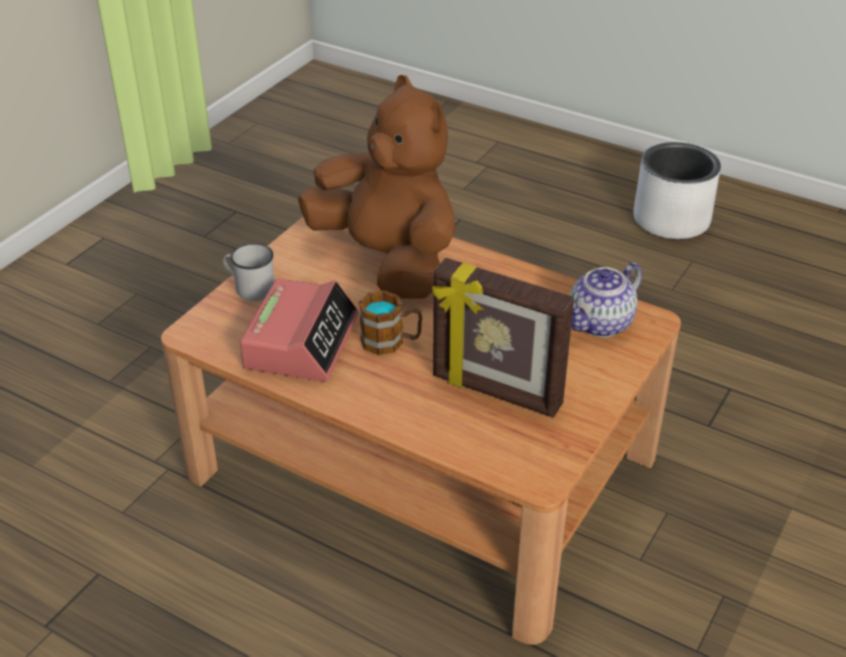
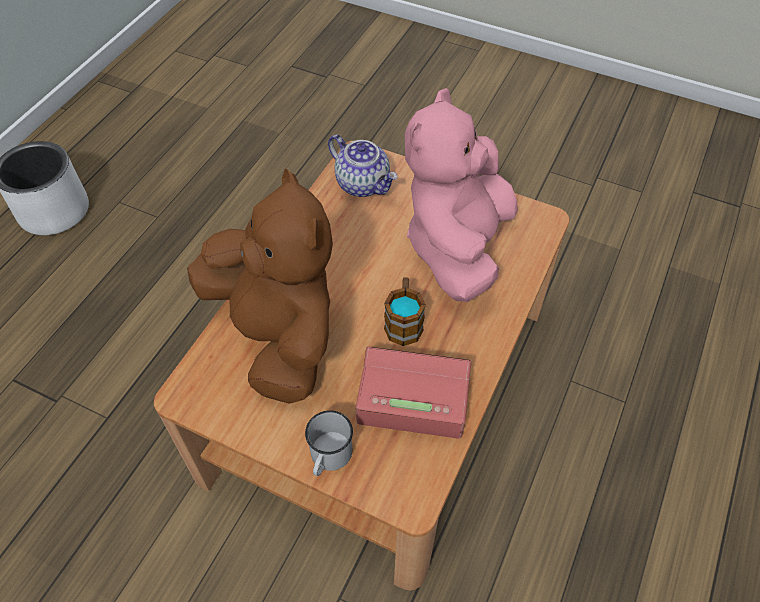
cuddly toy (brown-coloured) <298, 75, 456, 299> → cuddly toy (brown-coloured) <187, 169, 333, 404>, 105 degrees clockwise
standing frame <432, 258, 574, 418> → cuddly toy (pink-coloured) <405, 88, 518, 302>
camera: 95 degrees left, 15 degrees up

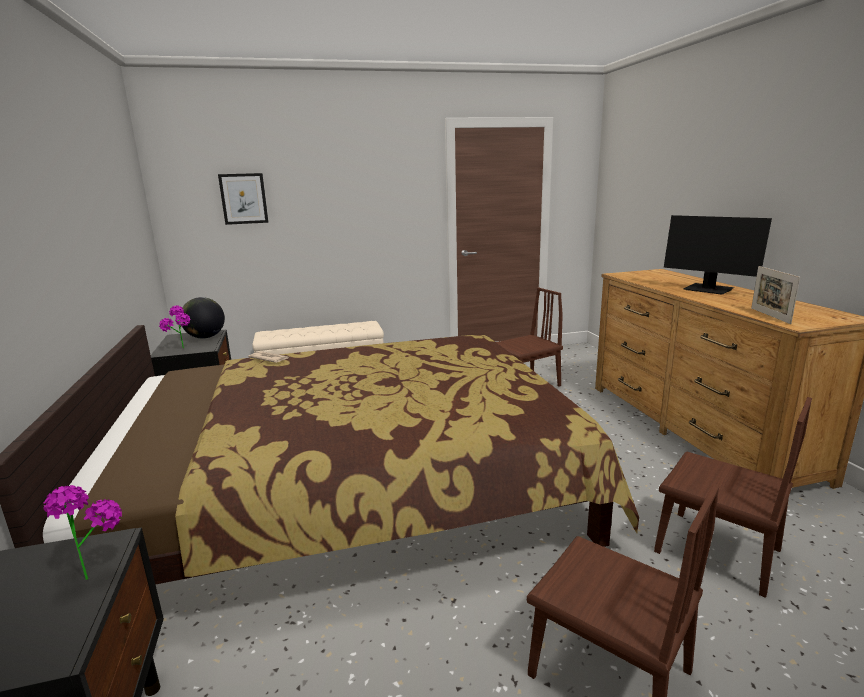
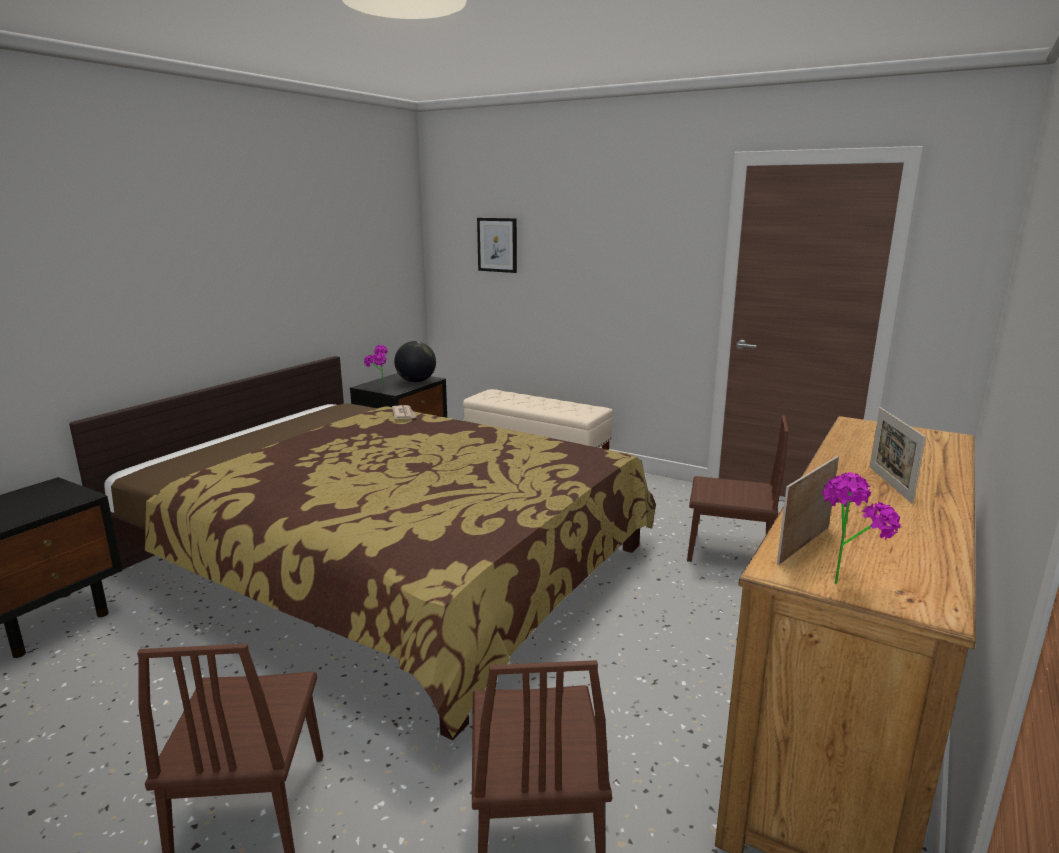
computer screen <664, 215, 772, 295> → standing frame <870, 407, 926, 504>
houseplant <43, 485, 122, 580> → houseplant <822, 472, 901, 584>, moved
camera: 45 degrees right, 0 degrees up

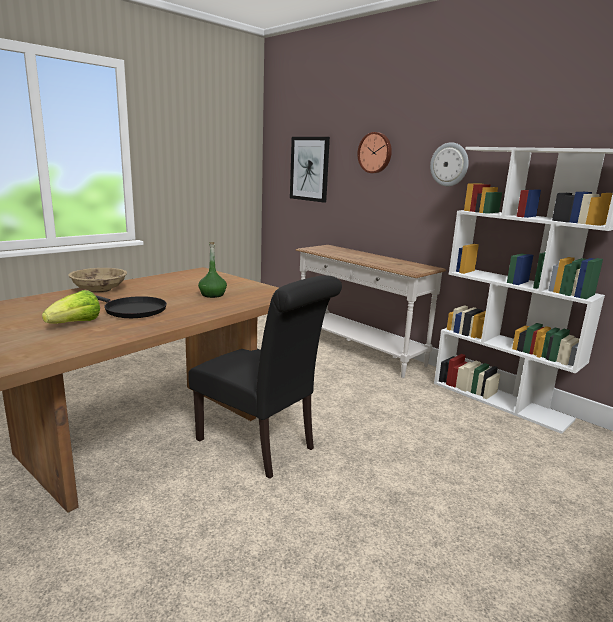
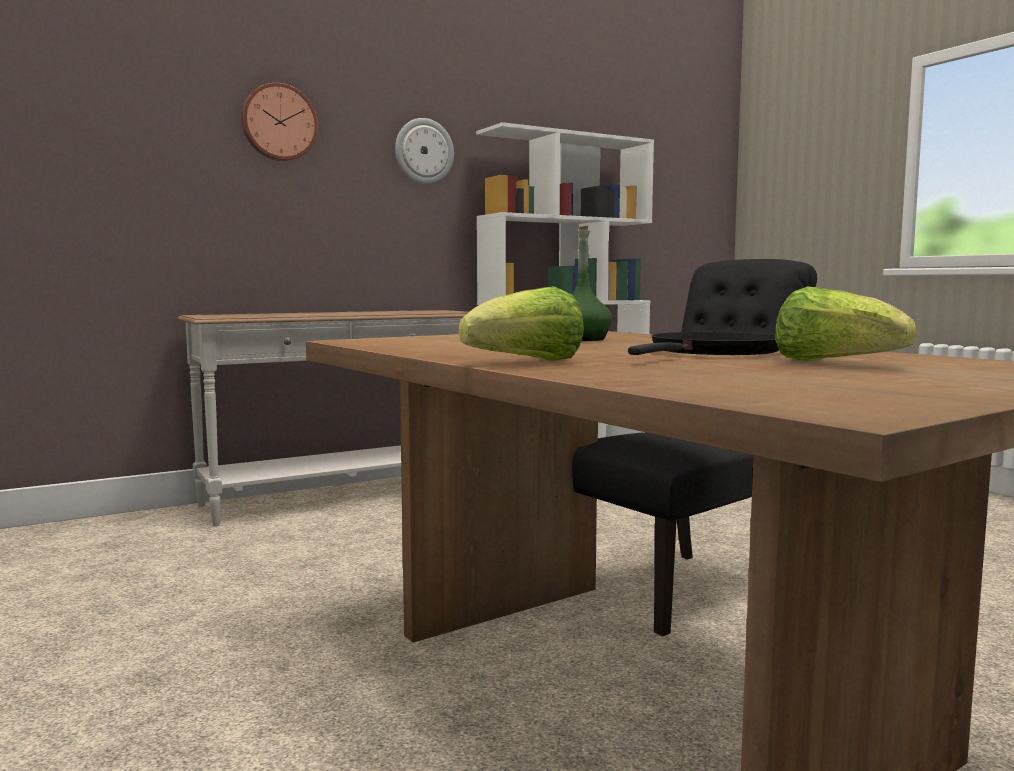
wall picture <290, 137, 330, 203> → -
serving bowl (beige) <69, 268, 127, 293> → lettuce head <459, 286, 584, 361>
camera: 75 degrees left, 10 degrees down

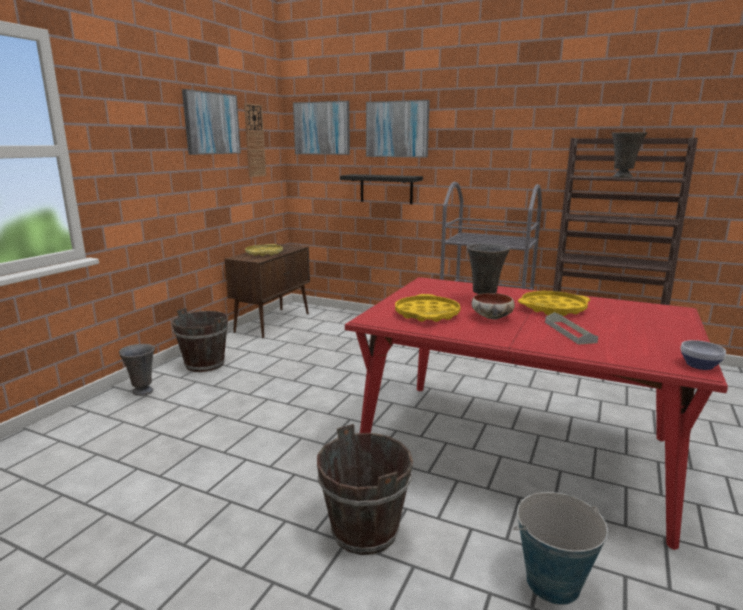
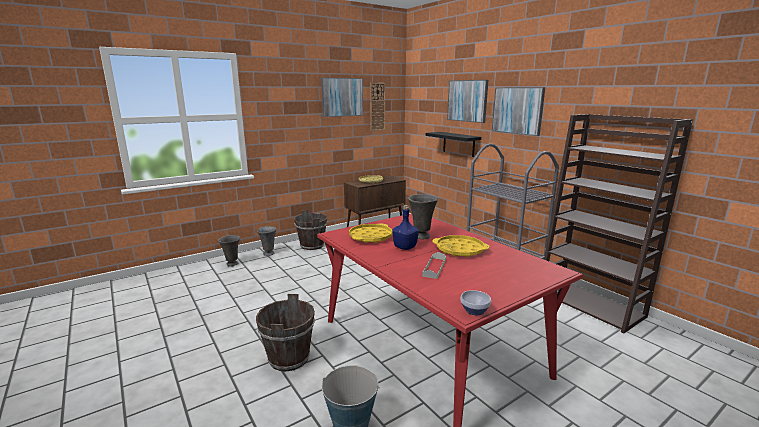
wall picture <293, 101, 350, 155> → wall picture <492, 87, 545, 136>, moved
decorative vase (greyish) <612, 132, 647, 178> → decorative vase (greyish) <218, 235, 240, 267>, moved
serving bowl <472, 293, 515, 320> → drink bottle (blue-coloured) <393, 205, 419, 250>
camera: 30 degrees right, 0 degrees up

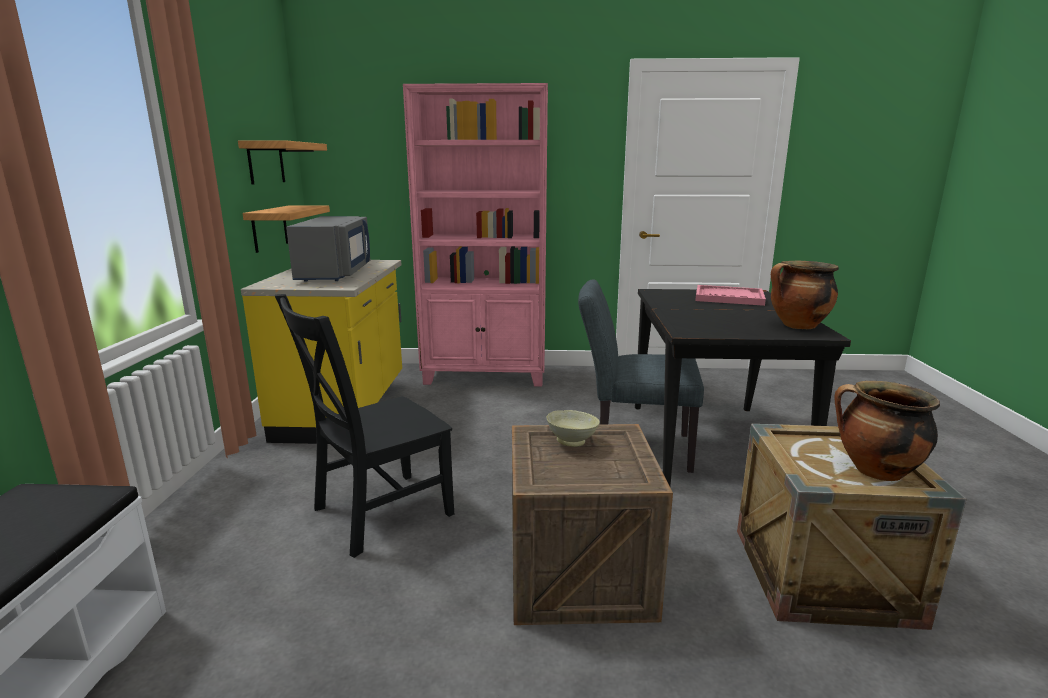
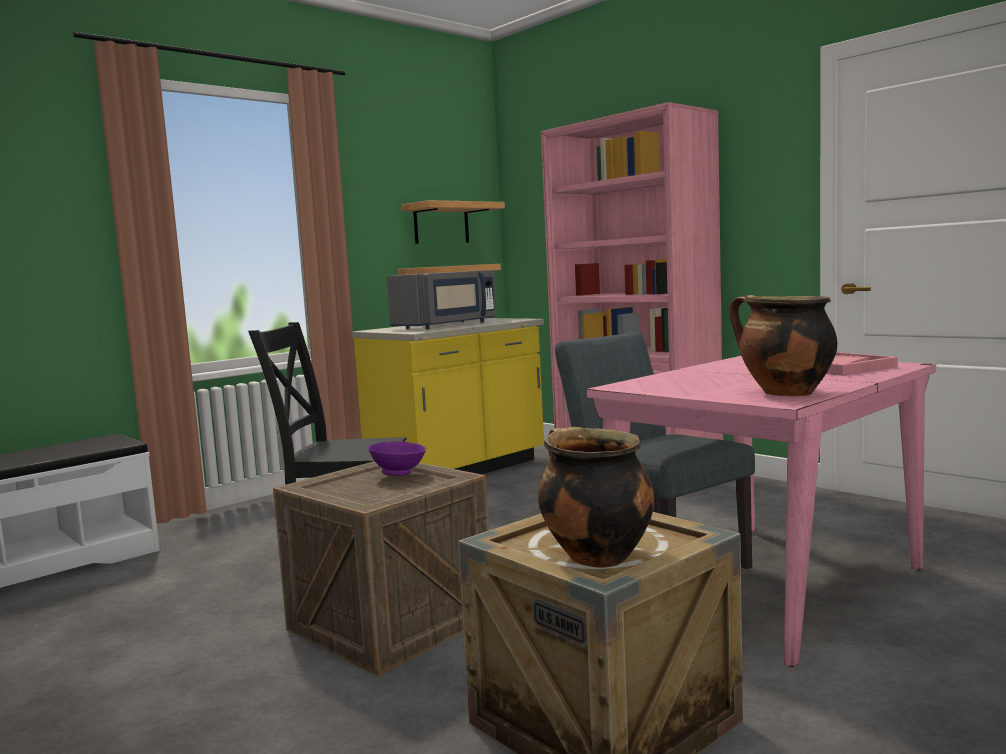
dinner table (black) <635, 289, 851, 486> → dinner table (pink-coloured) <586, 356, 936, 667>
serving bowl (beige) <546, 410, 600, 447> → serving bowl (purple) <368, 441, 426, 476>
camera: 45 degrees right, 10 degrees down

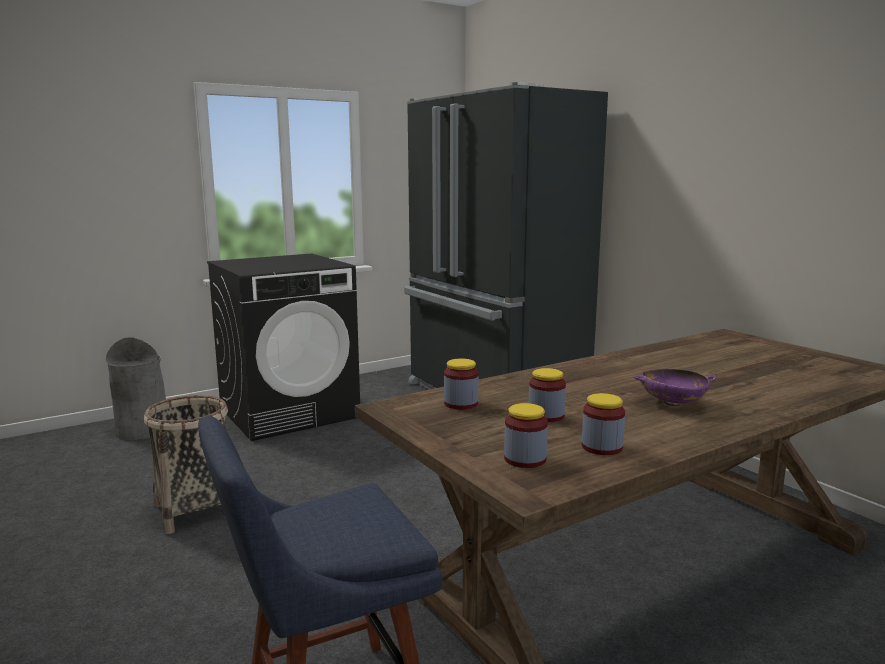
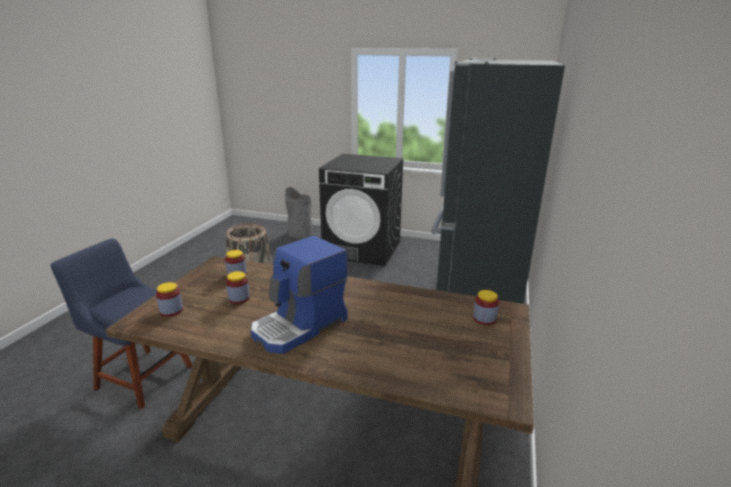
serving bowl (purple) <633, 369, 716, 406> → coffee maker <251, 235, 348, 354>
jar <582, 393, 625, 455> → jar <473, 290, 499, 325>, moved
camera: 50 degrees right, 10 degrees up

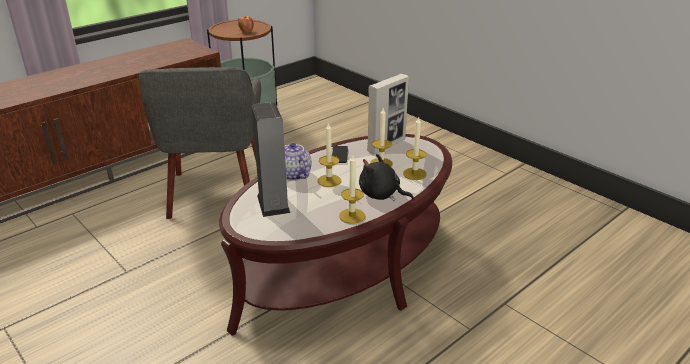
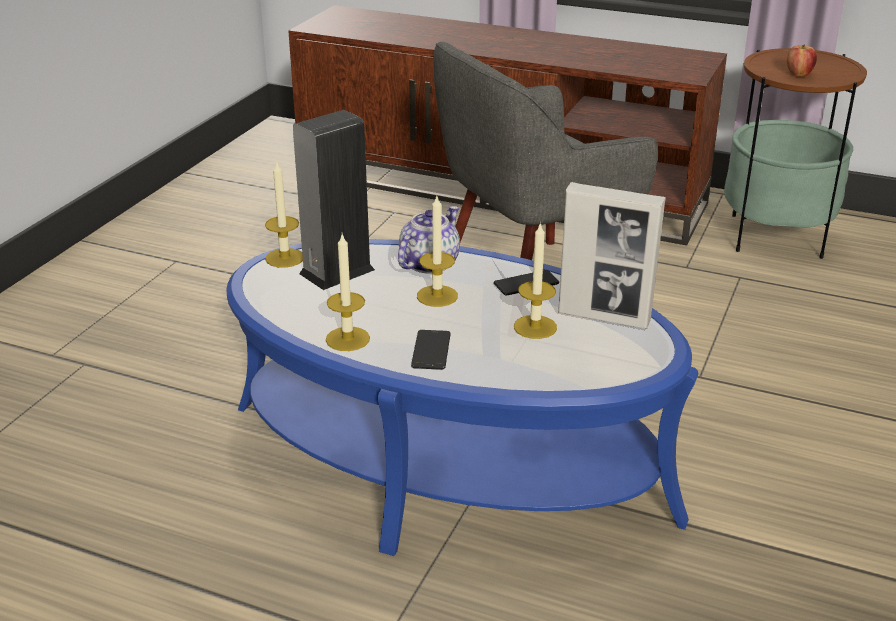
wax light <403, 117, 427, 180> → wax light <265, 160, 303, 268>, moved
lounge table (brown-coloured) <219, 134, 452, 336> → lounge table (blue-coloured) <226, 239, 698, 556>
cuddly toy (black) <359, 154, 414, 201> → telephone <411, 330, 451, 370>
camera: 65 degrees right, 0 degrees up

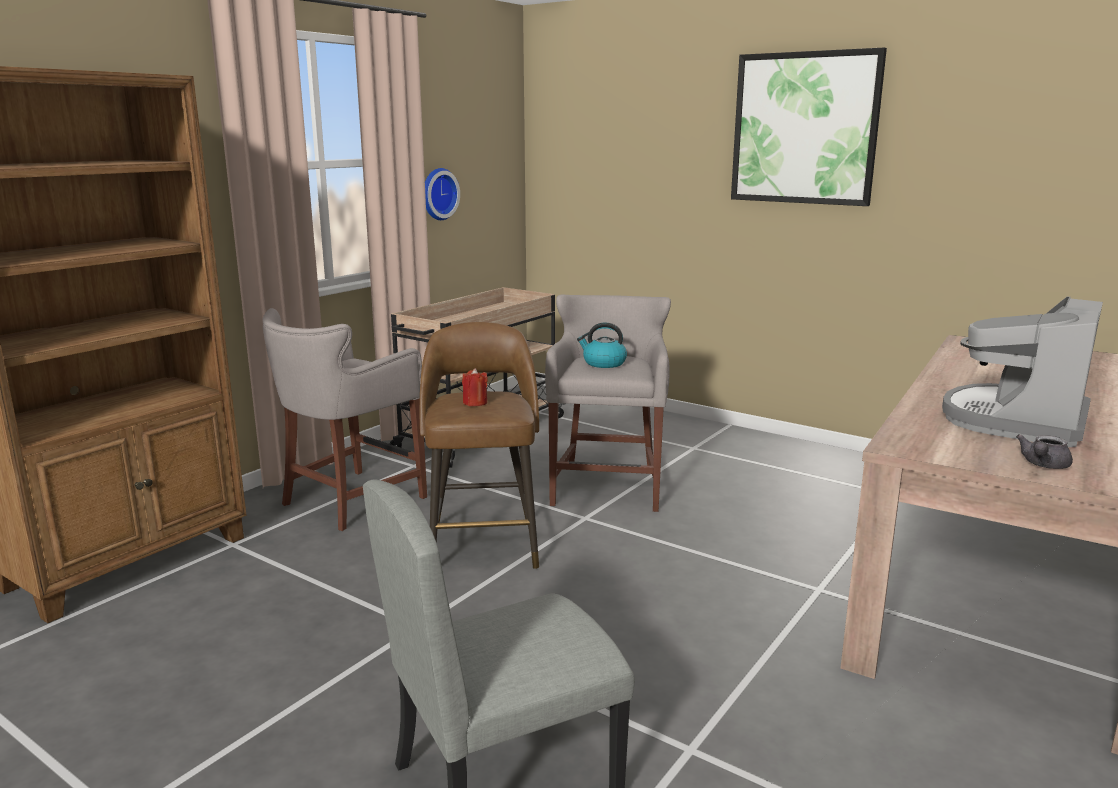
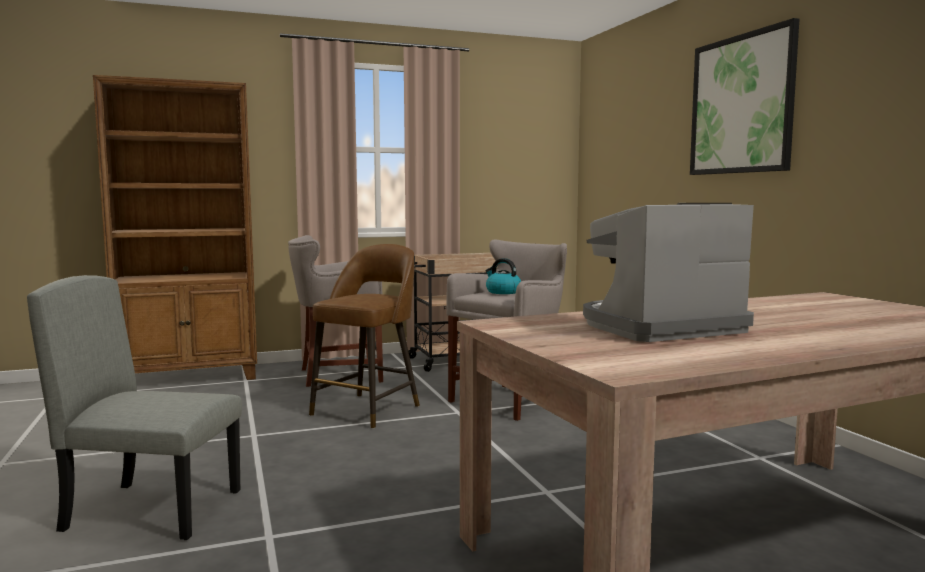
hanging clock <425, 168, 460, 220> → -
wax light (red-coloured) <462, 368, 488, 406> → -
pot for tea (greyish) <1016, 434, 1073, 469> → -
camera: 35 degrees right, 10 degrees down

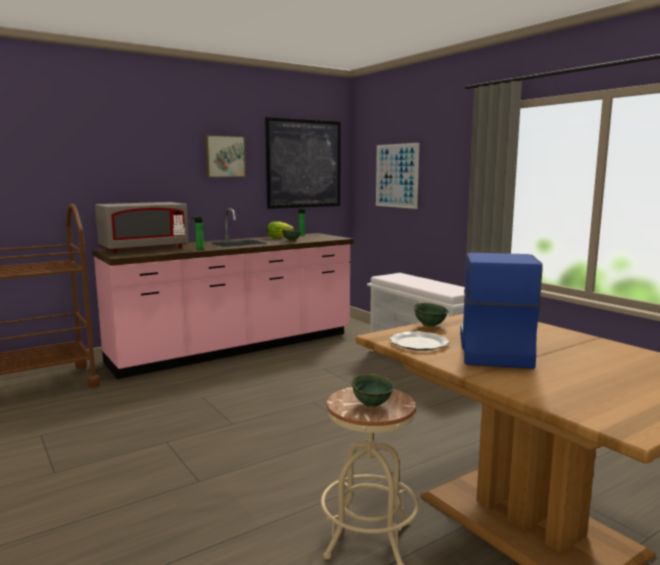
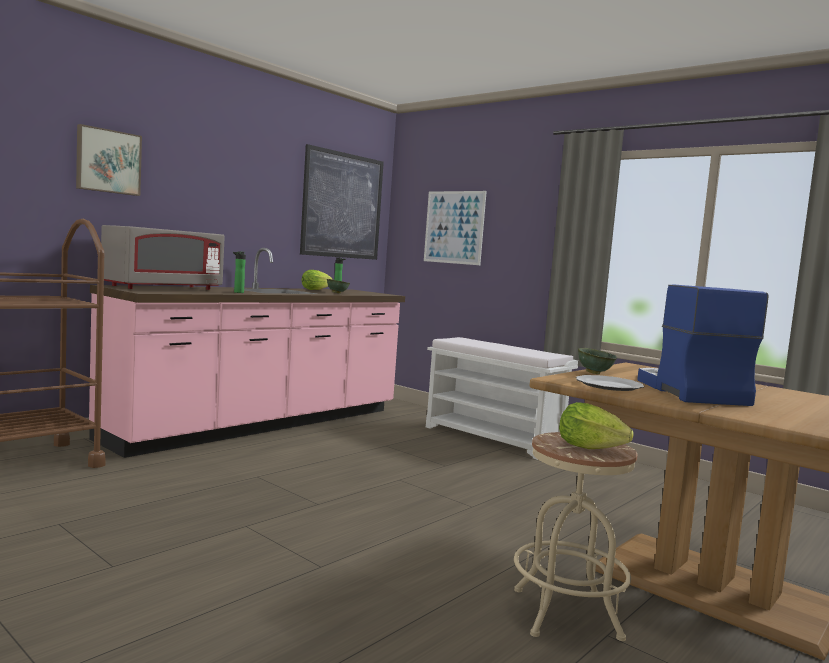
wall picture <205, 135, 246, 177> → wall picture <76, 124, 142, 196>, moved
serving bowl (greenish) <351, 374, 394, 408> → lettuce head <559, 402, 634, 449>
camera: 15 degrees left, 5 degrees down

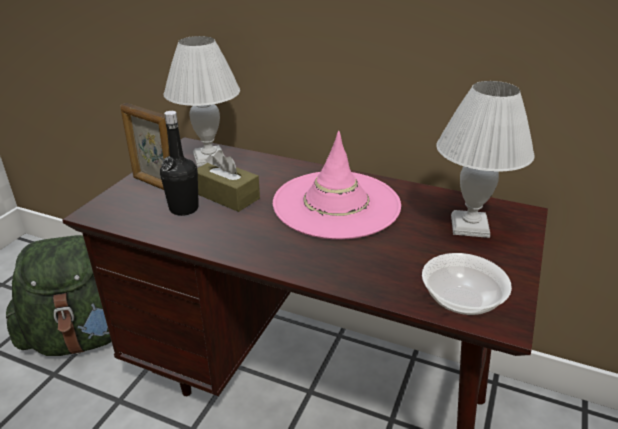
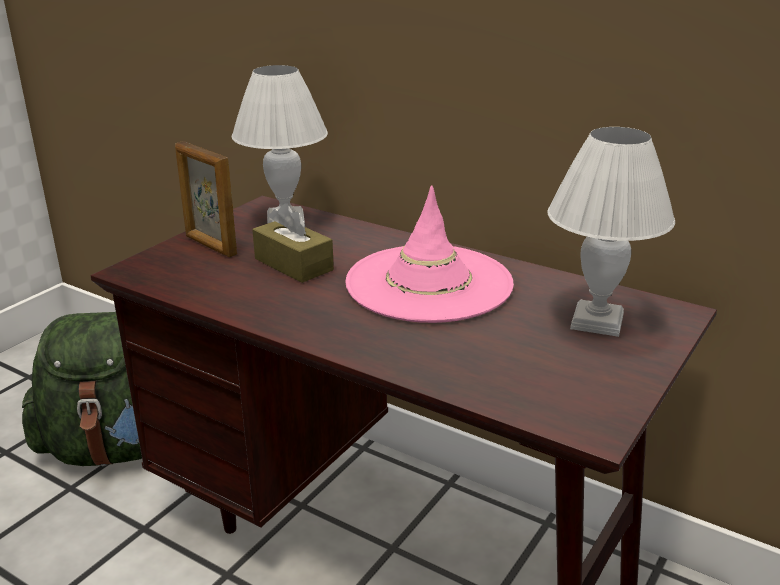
drink bottle (black) <160, 111, 199, 216> → -
serving bowl <422, 253, 512, 315> → -
camera: 10 degrees right, 5 degrees down

